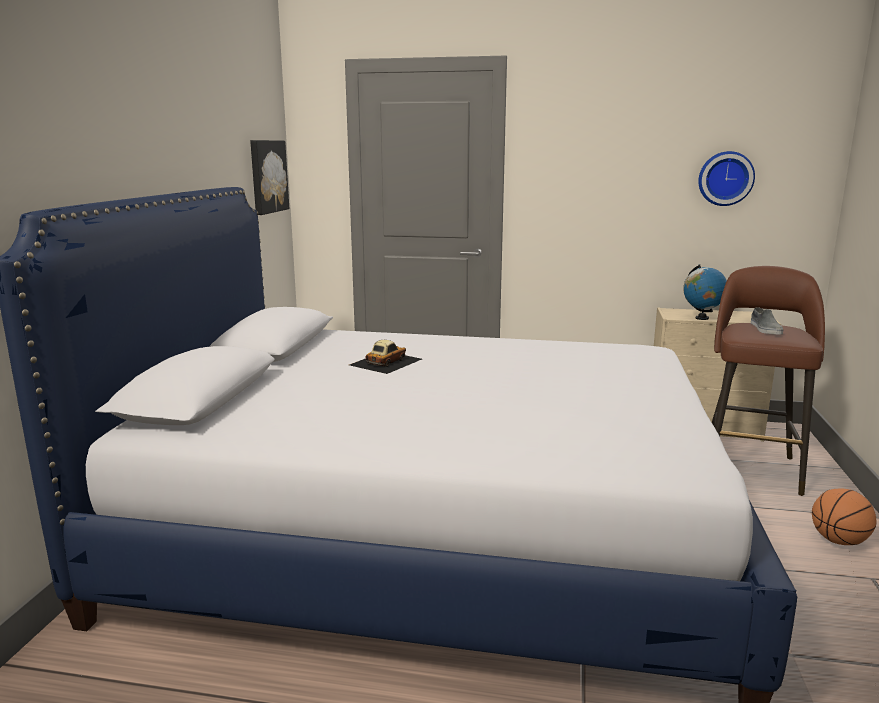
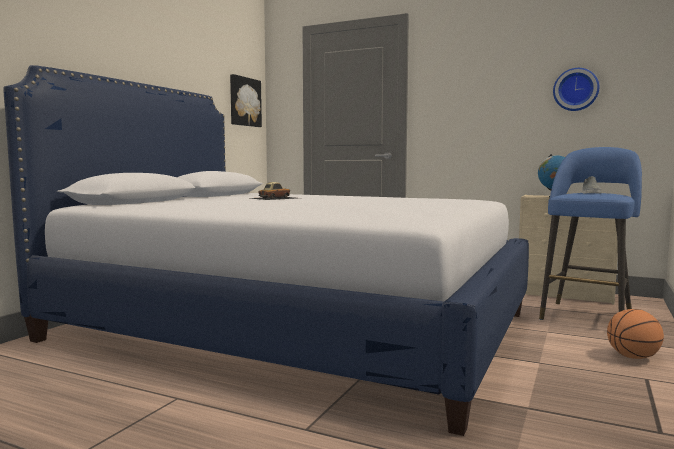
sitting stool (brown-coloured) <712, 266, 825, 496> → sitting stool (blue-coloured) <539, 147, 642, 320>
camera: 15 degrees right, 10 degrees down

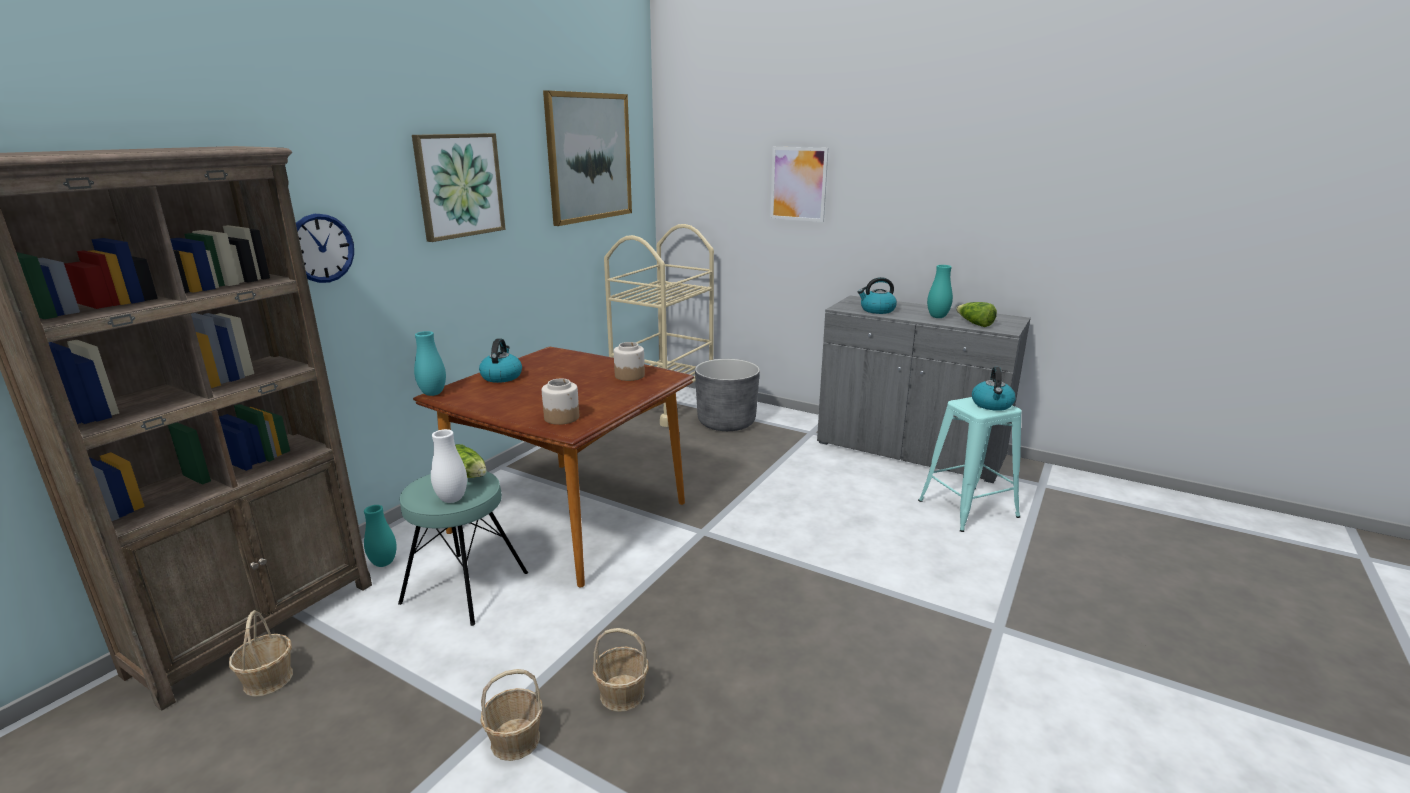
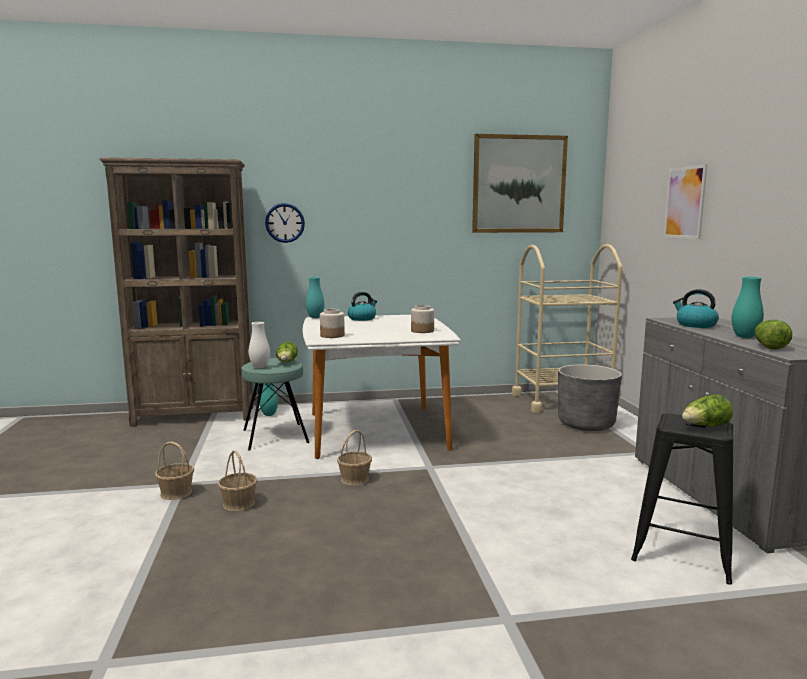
wall picture <412, 133, 506, 242> → -
dinner table (brown-coloured) <413, 347, 694, 587> → dinner table (white-coloured) <303, 315, 461, 459>
tea kettle <972, 367, 1016, 411> → lettuce head <682, 394, 733, 426>
sitting stool (turquoise-coloured) <918, 397, 1022, 532> → sitting stool (black) <631, 413, 733, 585>
household basket <229, 610, 293, 697> → household basket <337, 430, 372, 486>, moved
camera: 50 degrees right, 10 degrees down

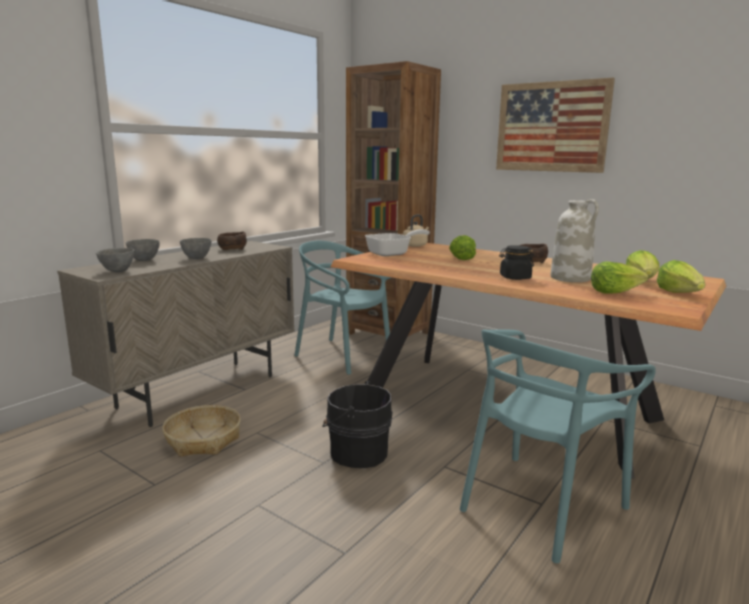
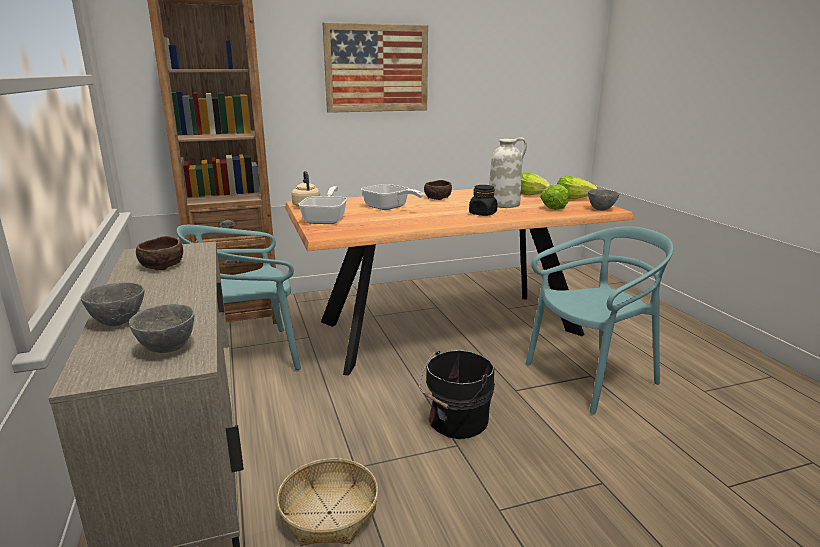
lettuce head <449, 235, 476, 260> → pan <361, 184, 423, 210>
serving bowl (greyish) <180, 238, 212, 259> → serving bowl (greyish) <588, 189, 619, 210>, moved
chair (turquoise-coloured) <460, 329, 656, 563> → chair (turquoise-coloured) <525, 226, 674, 414>, 105 degrees counterclockwise
camera: 55 degrees left, 5 degrees up

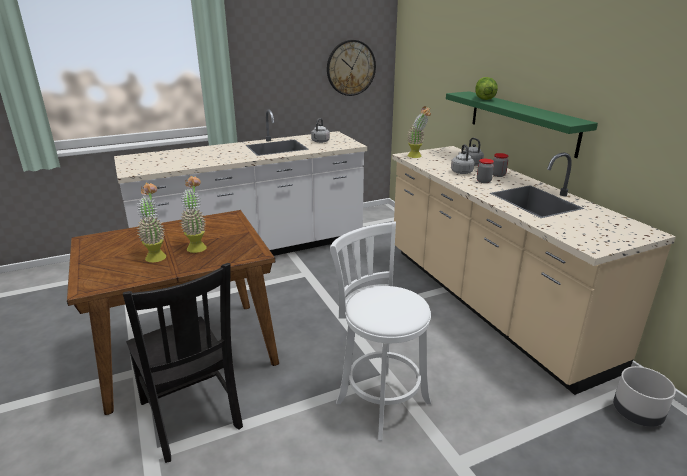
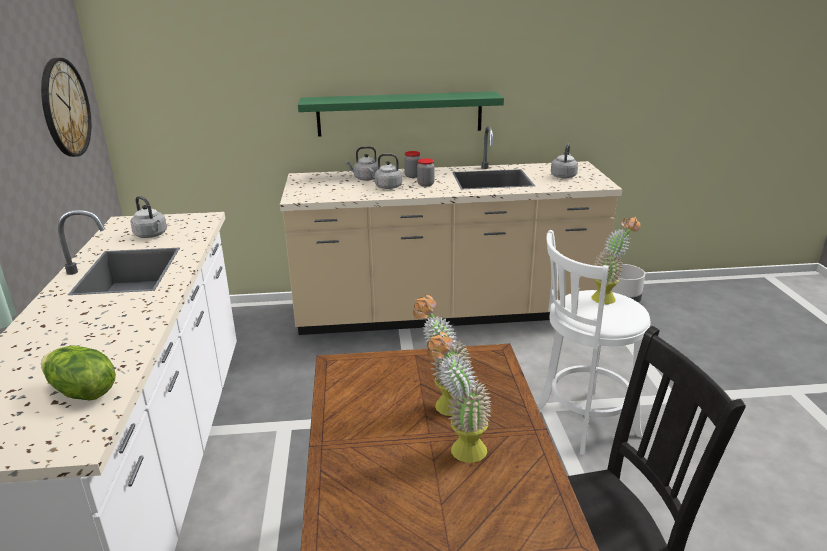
lettuce head <475, 77, 498, 100> → lettuce head <41, 345, 116, 400>, moved
houseplant <407, 106, 431, 158> → houseplant <592, 217, 640, 304>, moved
- → tea kettle (greyish) <551, 144, 578, 179>
camera: 70 degrees left, 0 degrees up

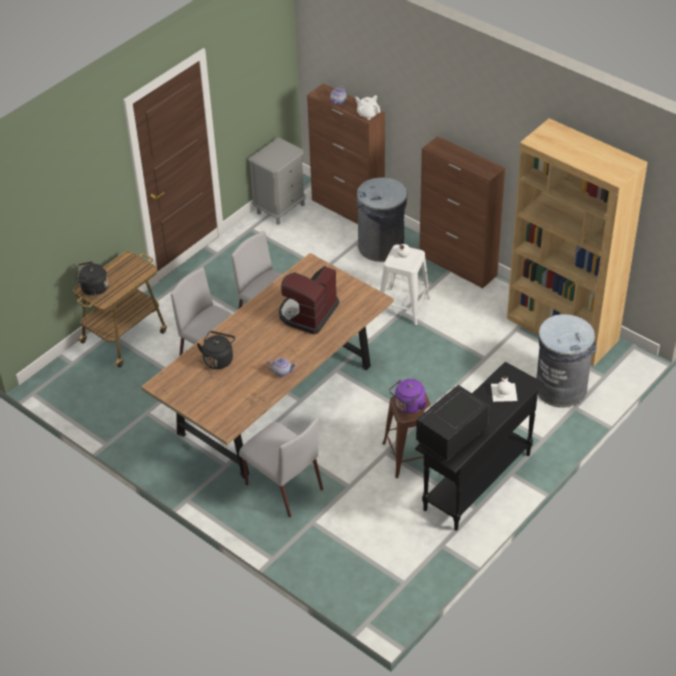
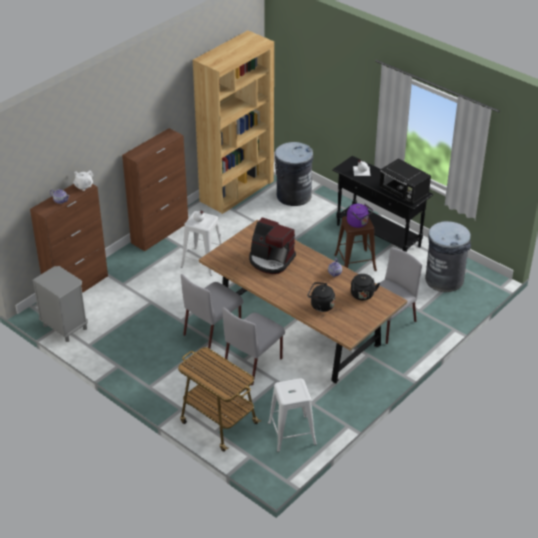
trash can (greyish) <356, 177, 408, 262> → trash can (greyish) <425, 221, 471, 292>, moved
tea kettle (black) <75, 261, 109, 296> → tea kettle (black) <351, 274, 380, 300>, moved
- → sitting stool (white-coloured) <268, 378, 317, 452>
camera: 90 degrees left, 5 degrees down

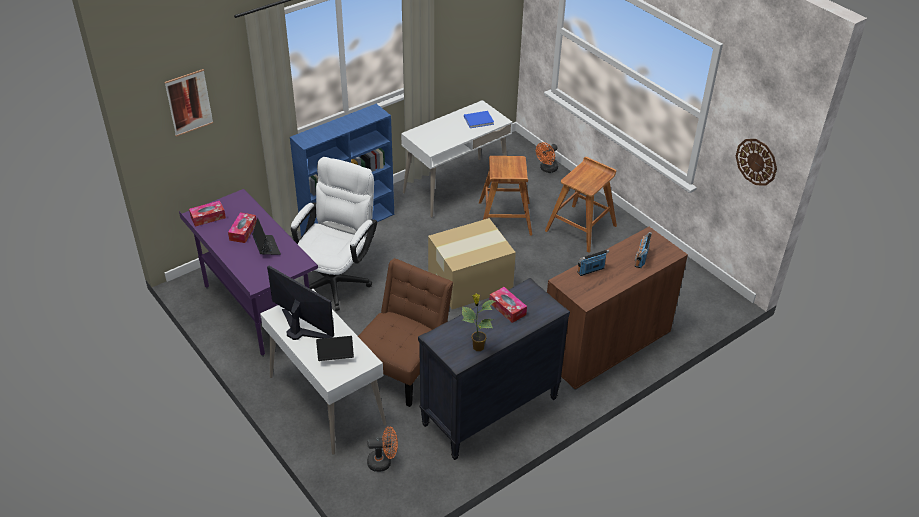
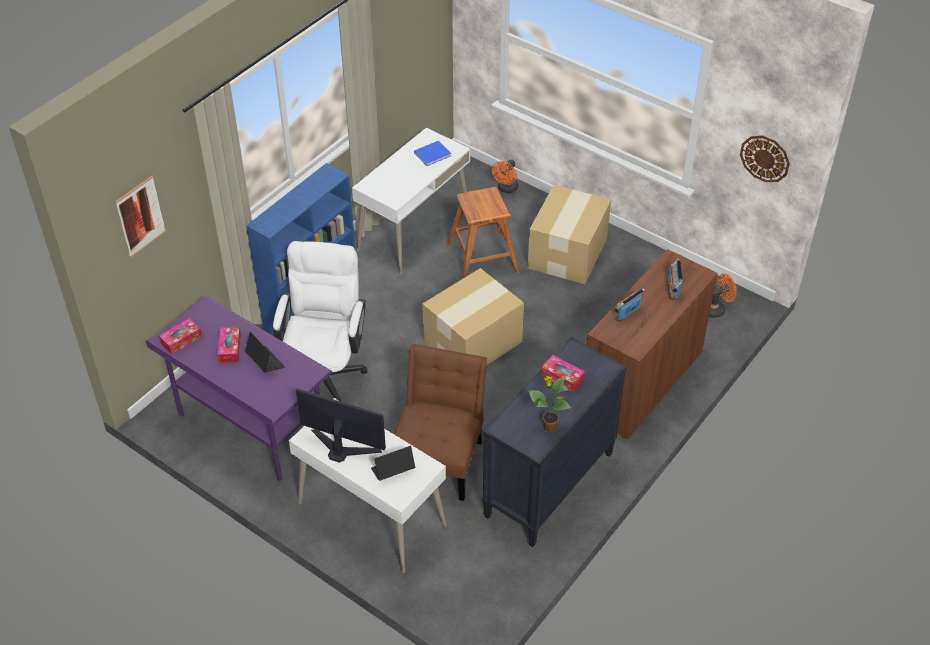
sitting stool (brown-coloured) <545, 157, 617, 253> → packing box <528, 185, 611, 284>
fan (orangey) <367, 426, 398, 472> → fan (orangey) <709, 273, 737, 318>, moved
camera: 15 degrees left, 5 degrees up

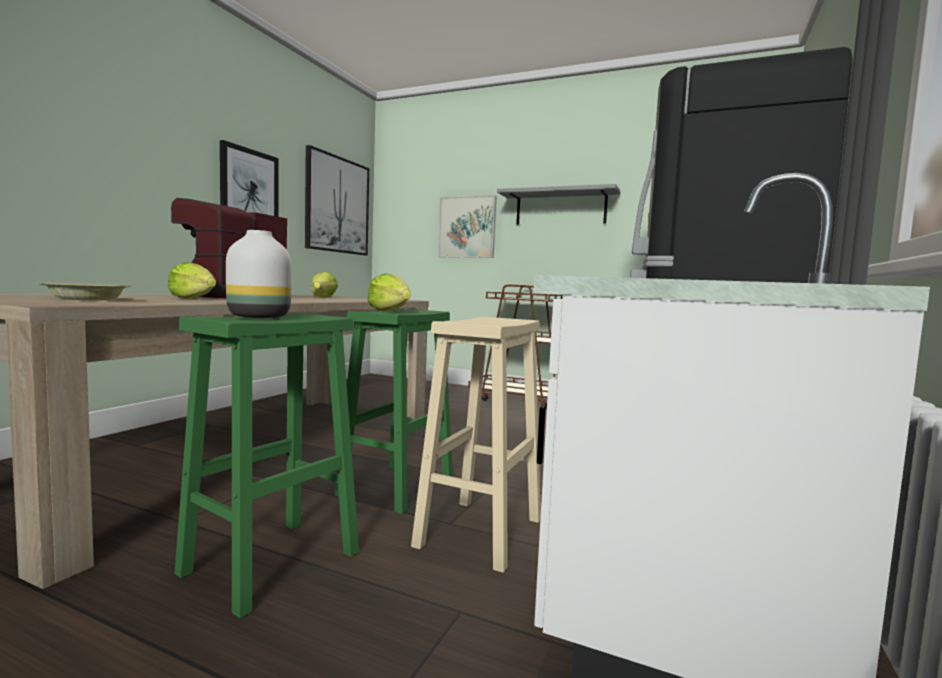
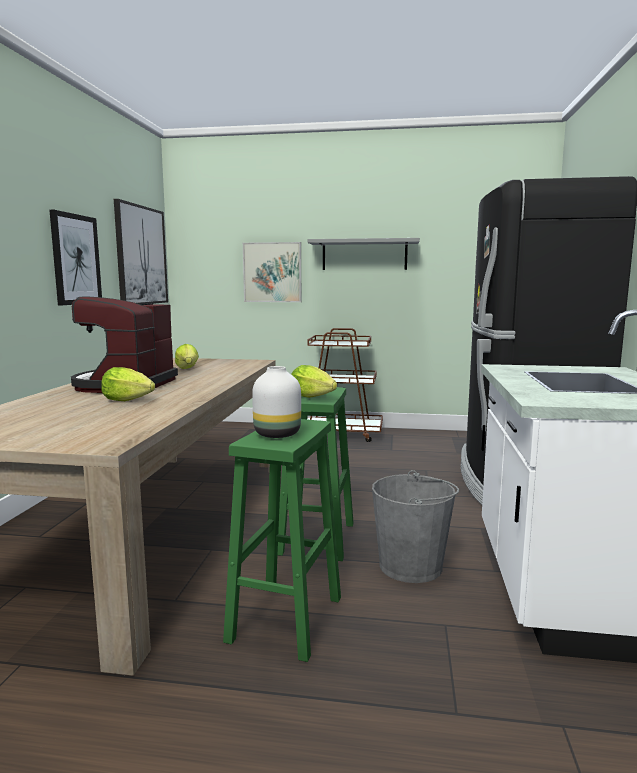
serving bowl (yellow) <37, 283, 132, 300> → -
sitting stool (beige) <411, 317, 541, 573> → water bucket (greyish) <372, 470, 459, 583>
camera: 15 degrees left, 5 degrees up

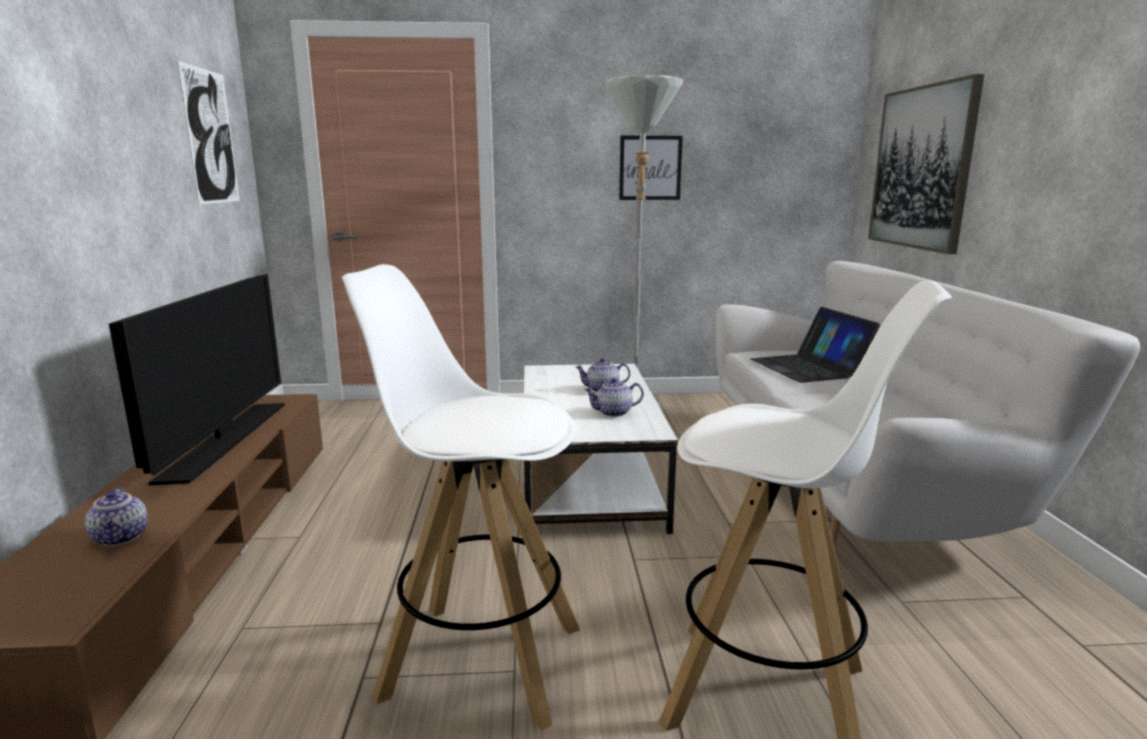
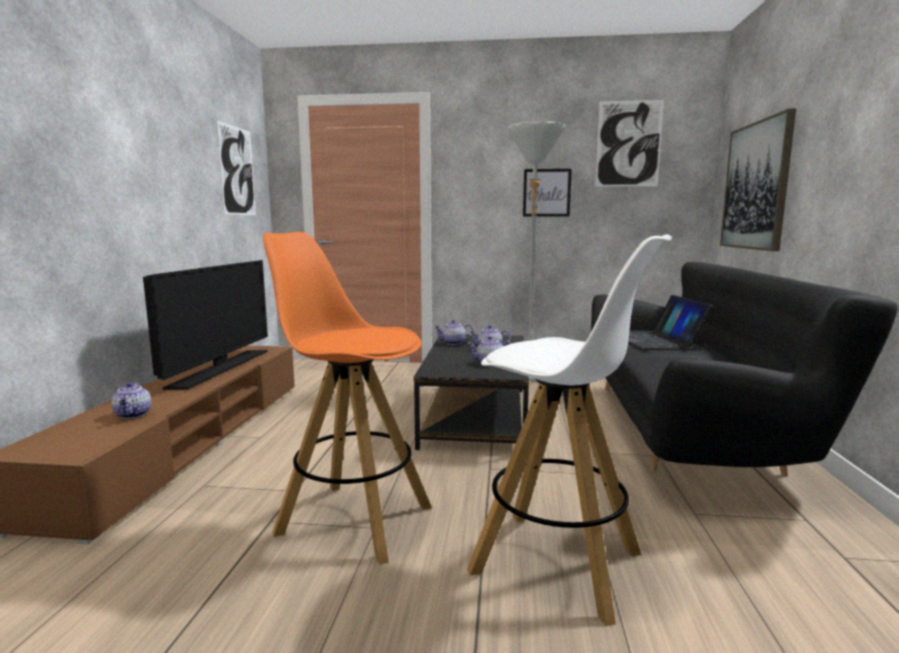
settee (white-coloured) <715, 261, 1140, 544> → settee (black) <591, 262, 898, 477>
sitting stool (white-coloured) <342, 264, 580, 730> → sitting stool (orangey) <263, 232, 432, 565>
lounge table (white-coloured) <524, 364, 678, 534> → lounge table (black) <413, 334, 529, 450>
- → wall picture <595, 100, 664, 187>
- → pot for tea <434, 320, 473, 345>
camera: 10 degrees right, 5 degrees down

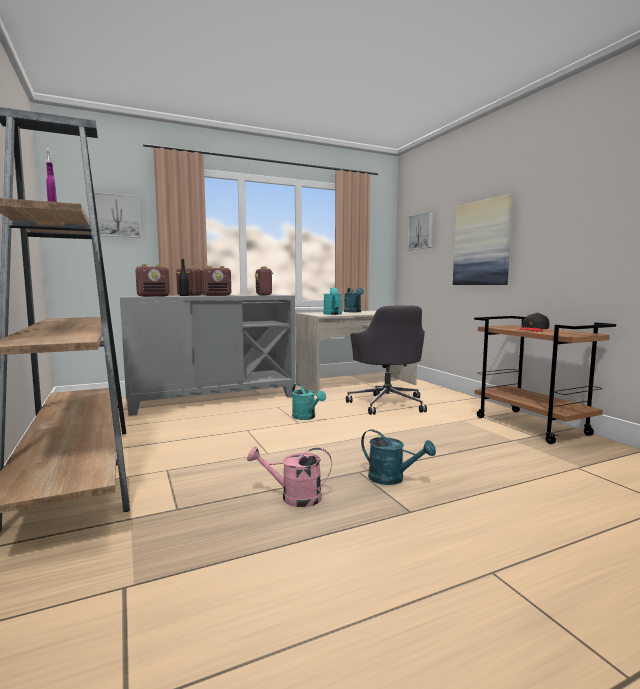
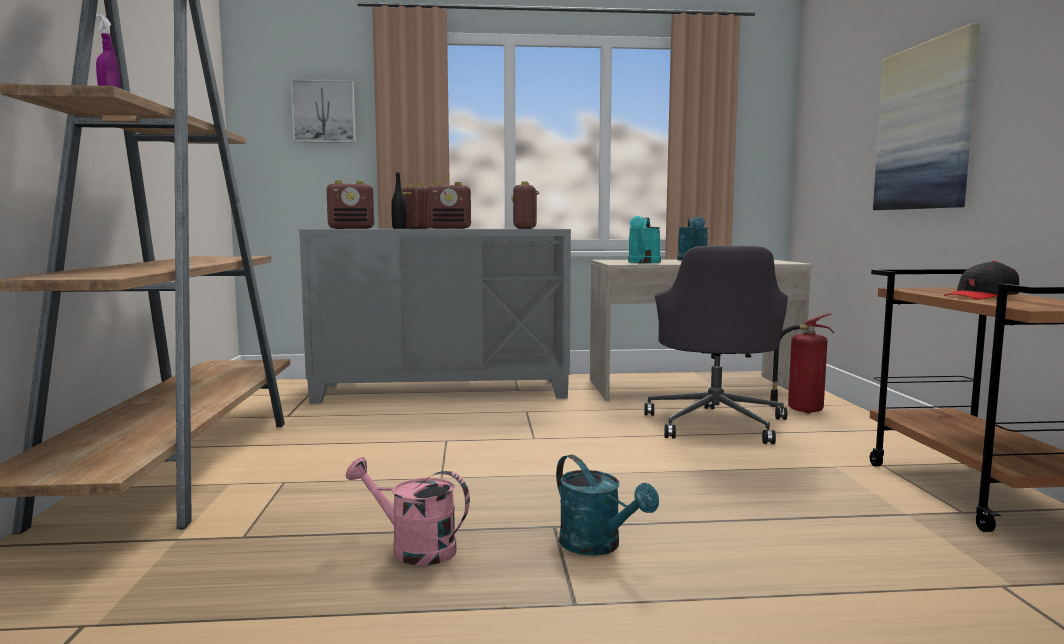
wall picture <407, 211, 433, 250> → -
watering can (turquoise-coloured) <292, 383, 326, 420> → -
- → fire-fighting cylinder <770, 313, 835, 414>
camera: 20 degrees right, 0 degrees up

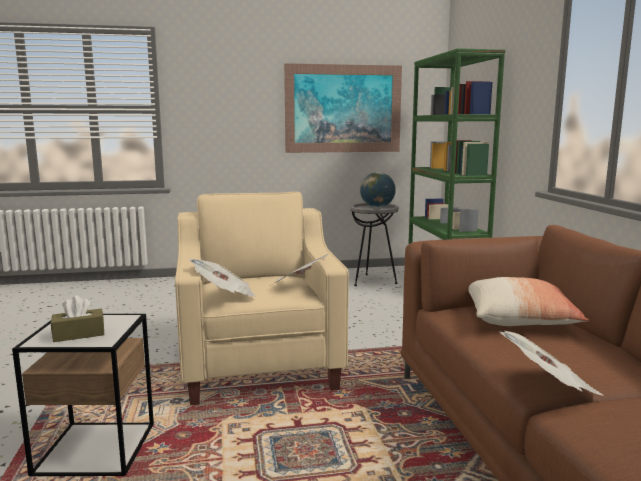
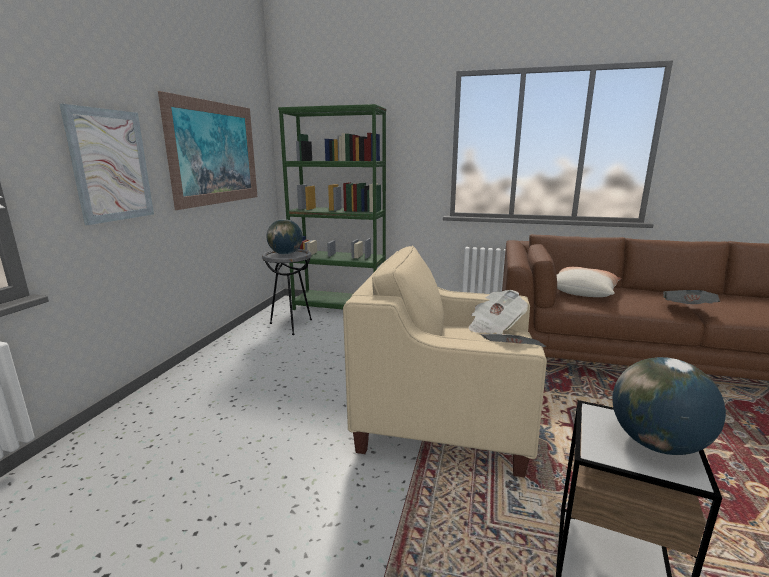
box of tissues (brown-coloured) <51, 296, 104, 342> → globe <612, 357, 726, 455>
- → wall picture <59, 104, 154, 225>
camera: 65 degrees left, 5 degrees up

